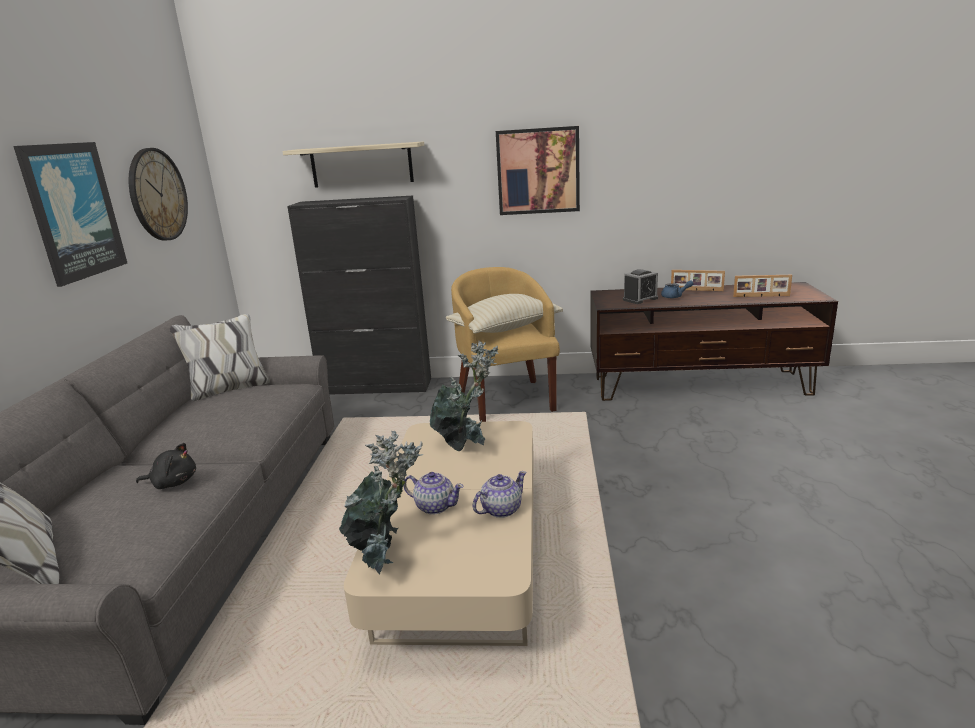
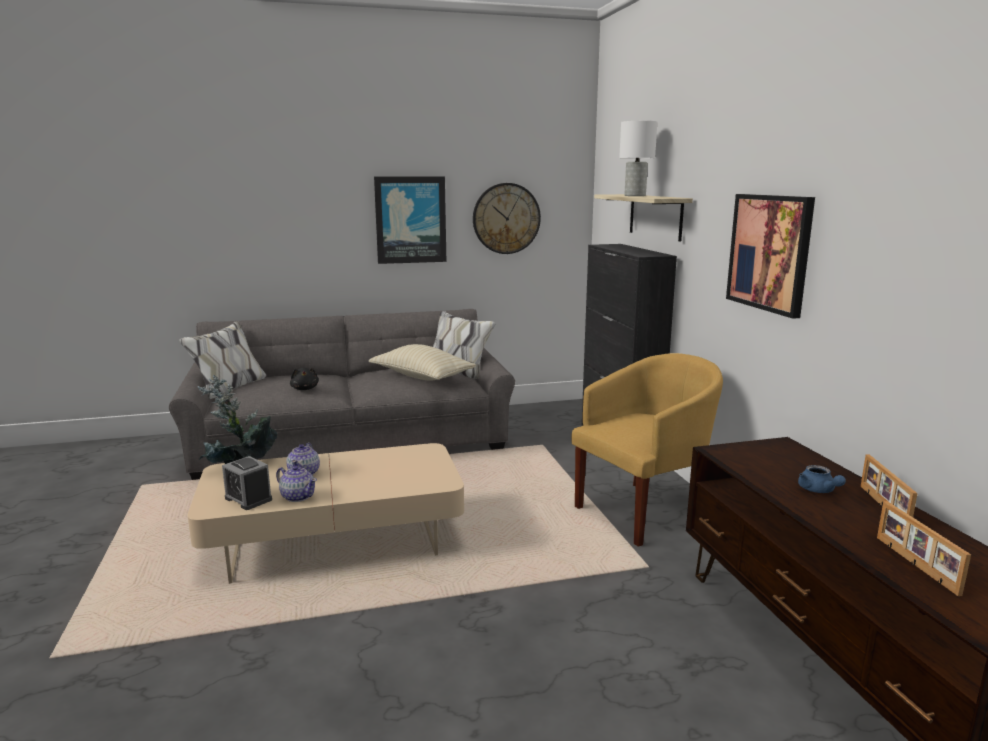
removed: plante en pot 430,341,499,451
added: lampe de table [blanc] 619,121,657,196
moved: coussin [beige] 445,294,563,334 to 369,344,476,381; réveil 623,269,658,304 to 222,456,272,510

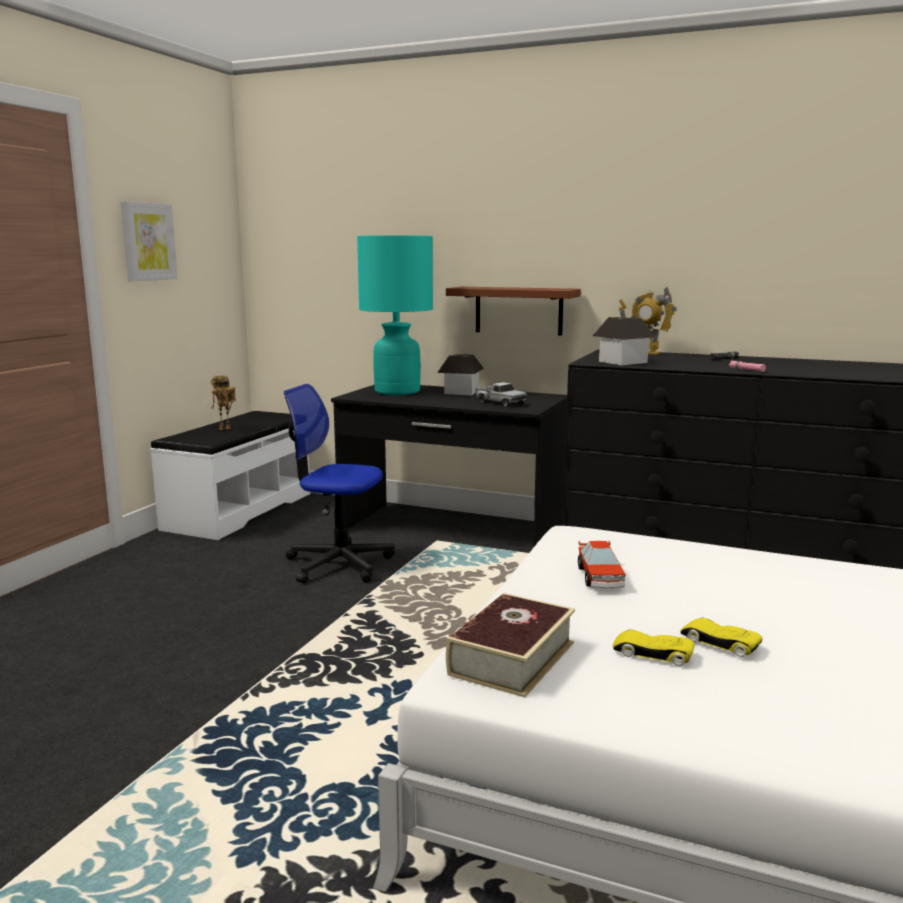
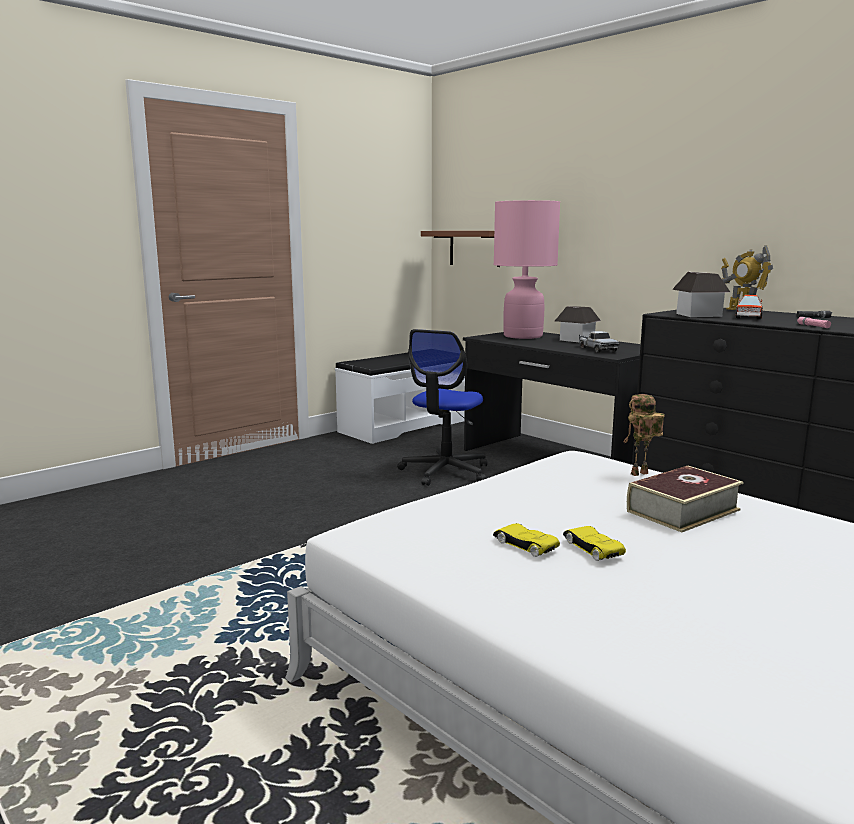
removed: tableau 121,201,178,281
moved: robot jouet 211,375,236,431 to 624,394,665,476; étagère [marron] 446,287,581,336 to 421,231,500,267; livre 446,593,575,697 to 627,466,743,532; petite voiture 578,540,626,589 to 735,295,763,319
recoloured: lampe de table [turquoise] 357,235,433,395 to lampe de table [rose] 494,200,560,339
turned: chaise de bureau 284,384,395,583 = 397,329,487,486 105 degrees counterclockwise

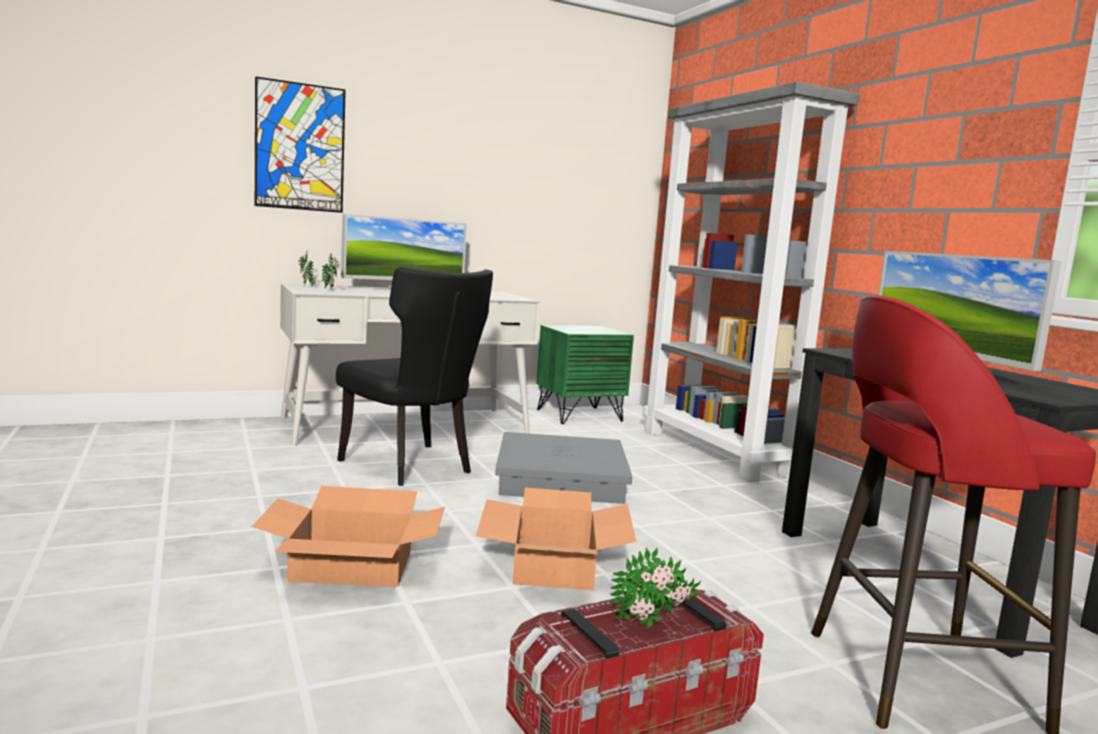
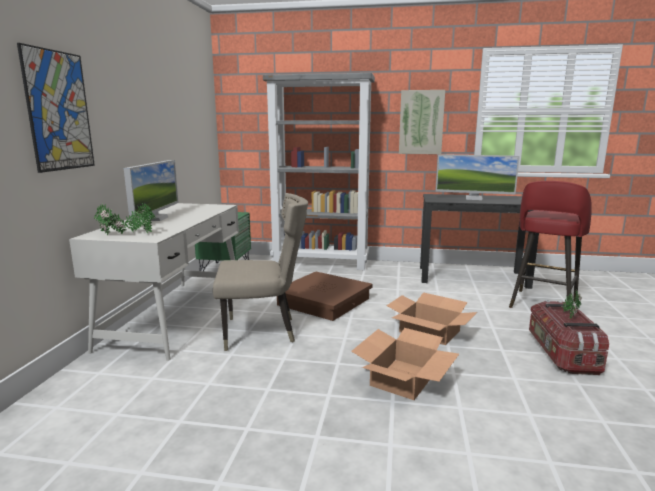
added: tableau 399,90,445,154
recoloured: chaise [noir] 336,267,493,486 to chaise [beige] 213,193,308,351; boîte de rangement [gris] 495,432,632,504 to boîte de rangement [marron] 277,272,372,321

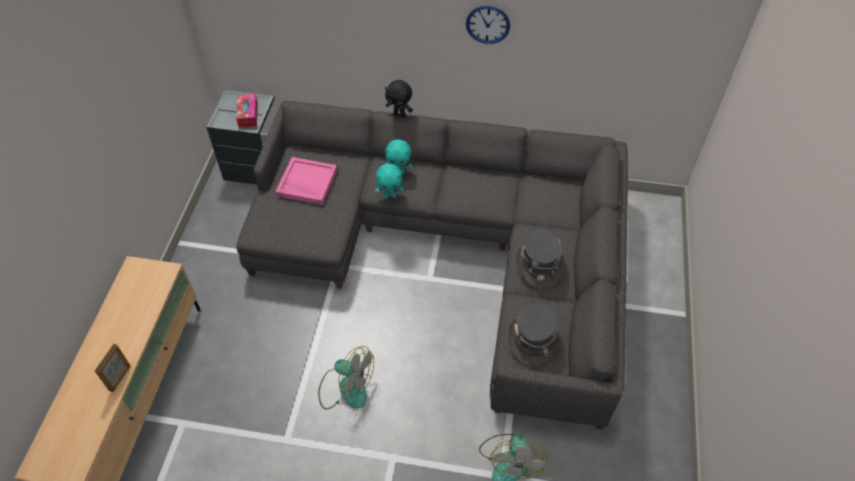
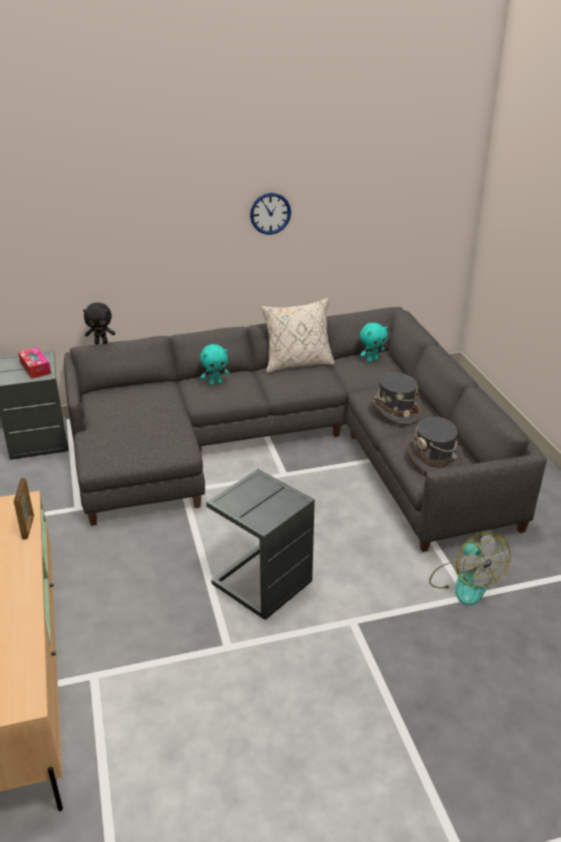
removed: plateau [rose] 275,157,337,205
added: coussin [beige] 261,298,335,373
moved: cadre photo 95,344,130,392 to 14,478,34,540; peluche [turquoise] 375,164,404,199 to 360,323,388,363; peluche [noir] 385,80,413,117 to 83,302,115,344
replaced: ventilateur 318,346,374,410 to table d'appoint [gris] 206,469,315,620

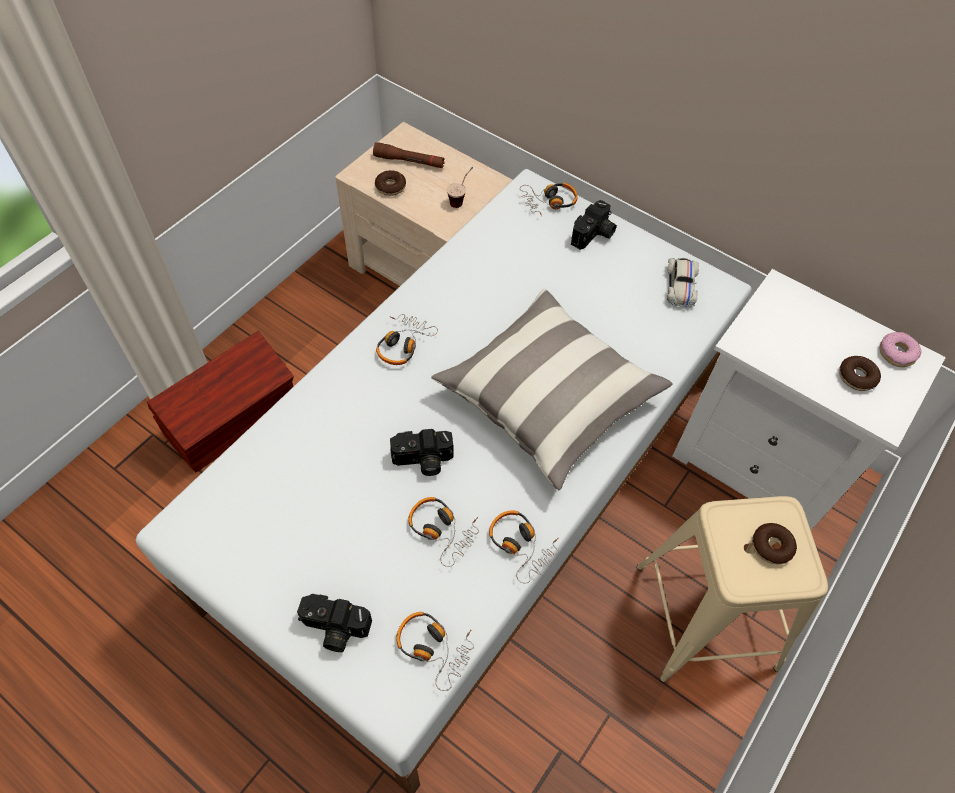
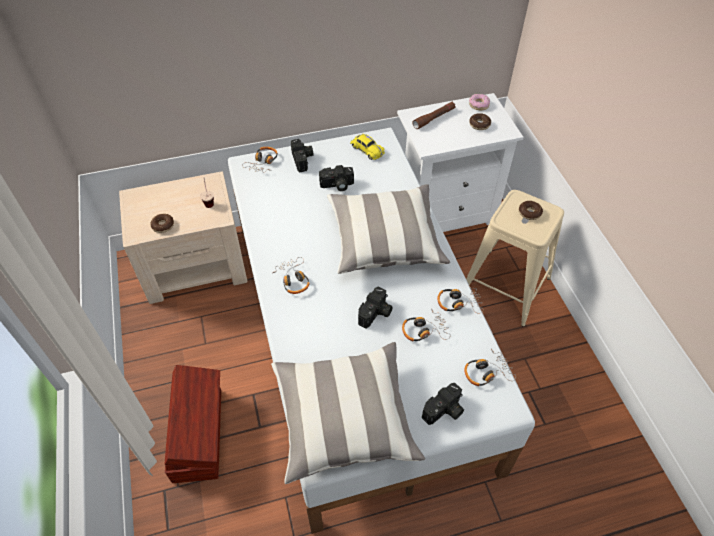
added: coussin 271,342,425,484; appareil photo 319,165,354,191
moved: lampe de poche [marron] 373,142,445,168 to 412,102,456,129
recoloured: petite voiture [blanc] 667,258,699,307 to petite voiture [jaune] 350,134,385,160

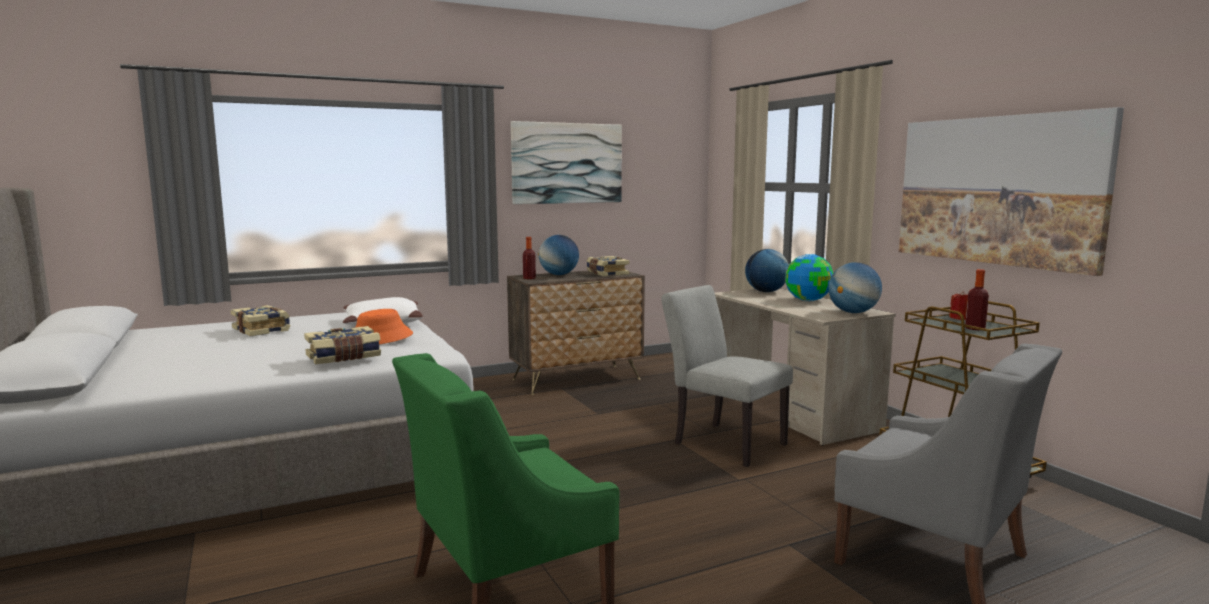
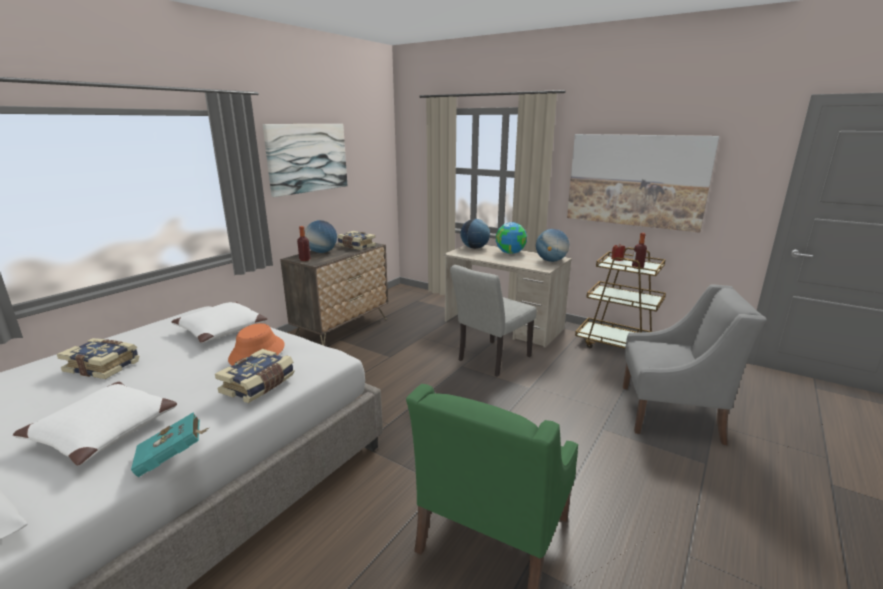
added: coussin [blanc] 13,382,177,466; livre [turquoise] 131,412,210,477
turned: chaise [gris] 661,285,793,467 = 450,265,536,377 60 degrees counterclockwise

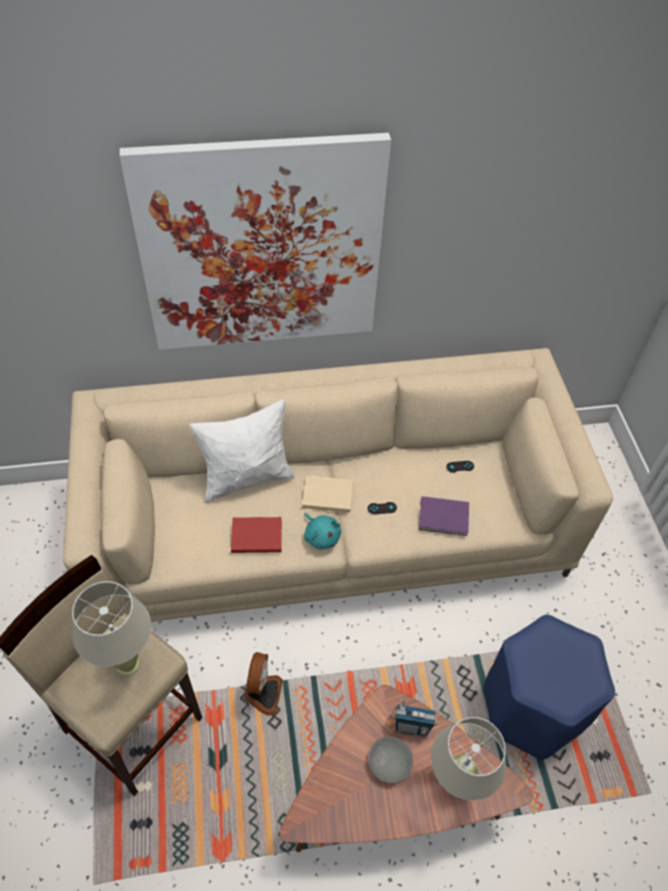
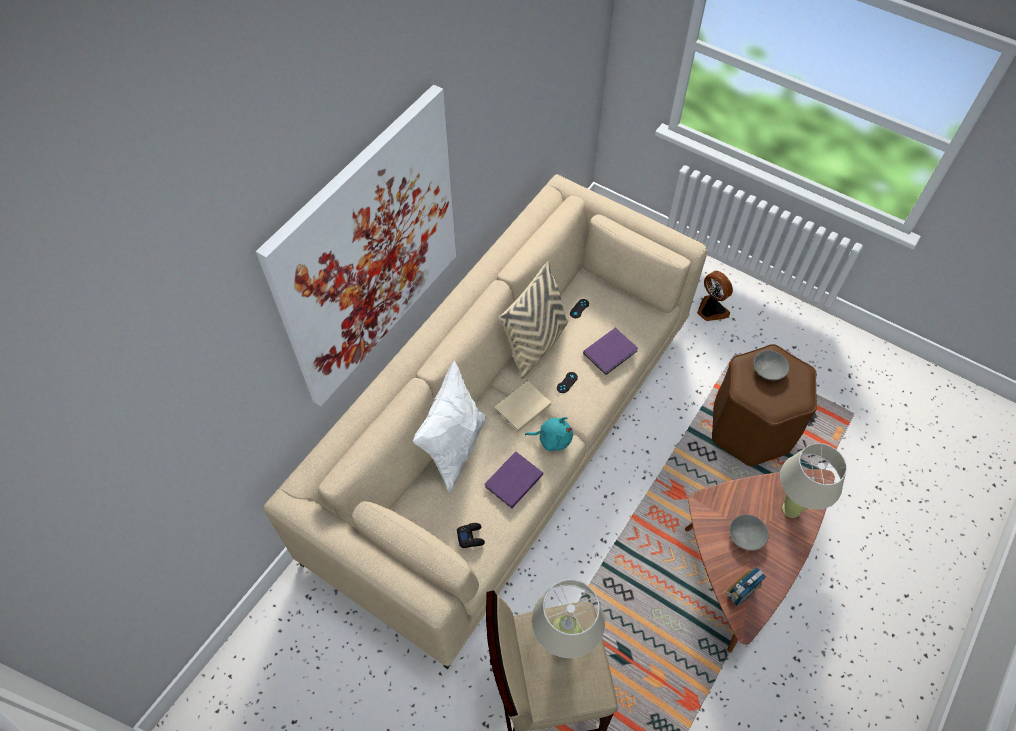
added: manette [noir] 456,523,485,548; coussin [beige] 498,261,568,379; bol [gris] 753,350,789,381
moved: ventilateur 244,652,283,715 to 697,271,733,321; radio 392,699,438,736 to 725,567,766,606
recoloured: livre [rouge] 231,517,282,553 to livre [violet] 484,451,543,508; tabouret [bleu] 484,614,615,760 to tabouret [marron] 712,344,817,466

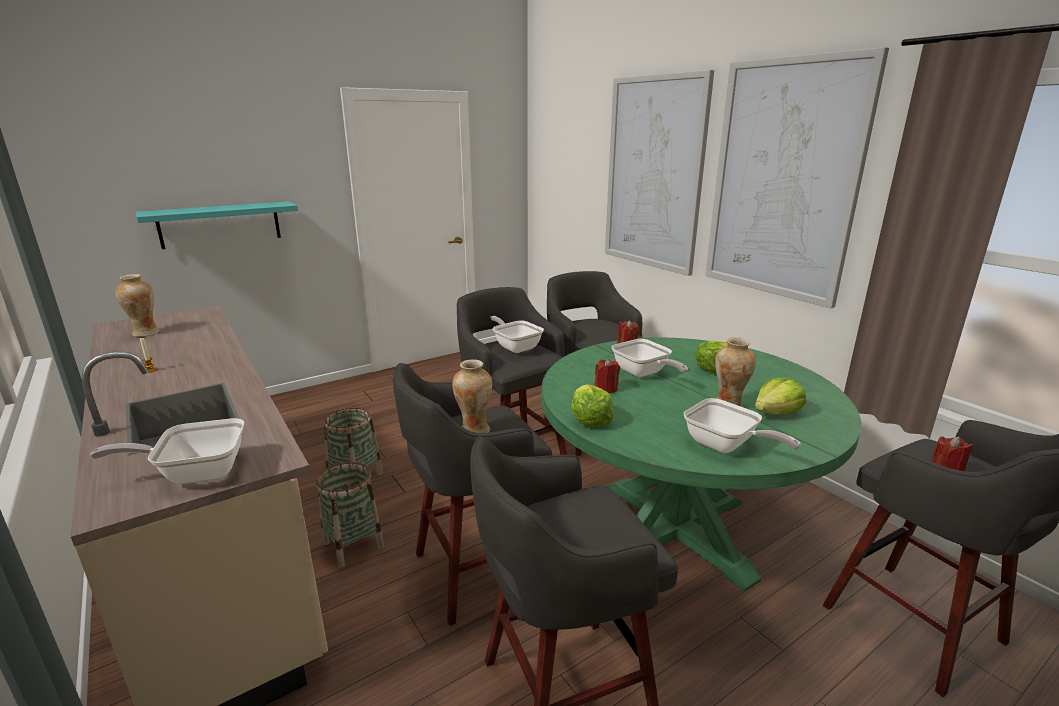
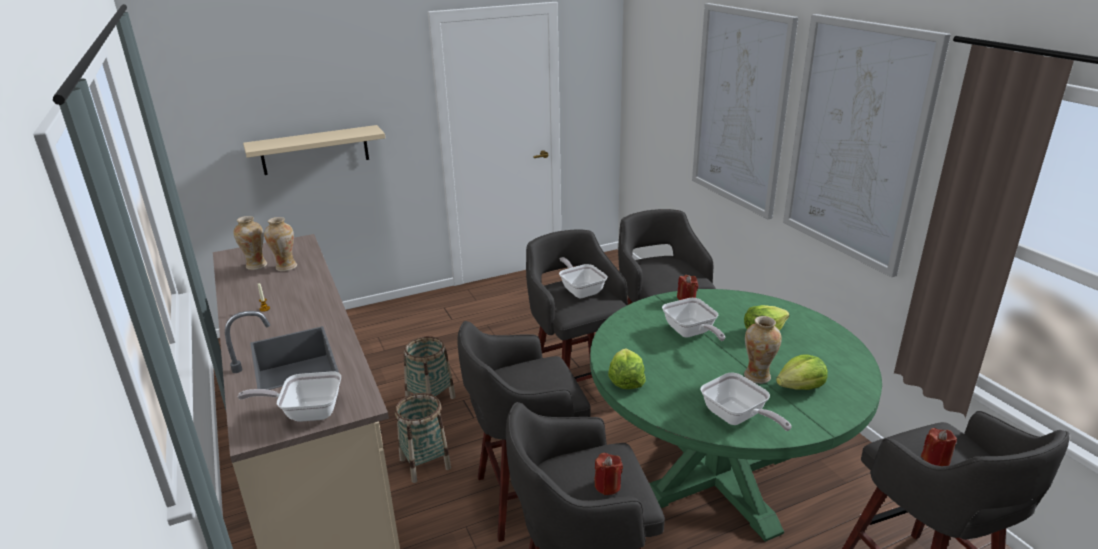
moved: vase 452,359,492,433 to 264,217,297,271; bougie [rouge] 594,358,620,393 to 594,453,623,495
recoloured: étagère [turquoise] 135,201,298,249 to étagère [beige] 243,125,385,175

